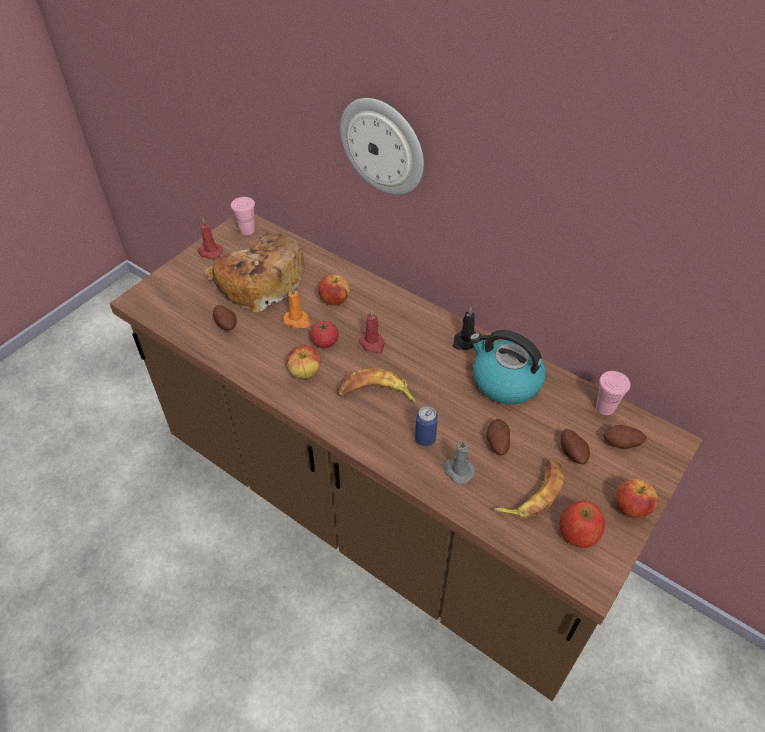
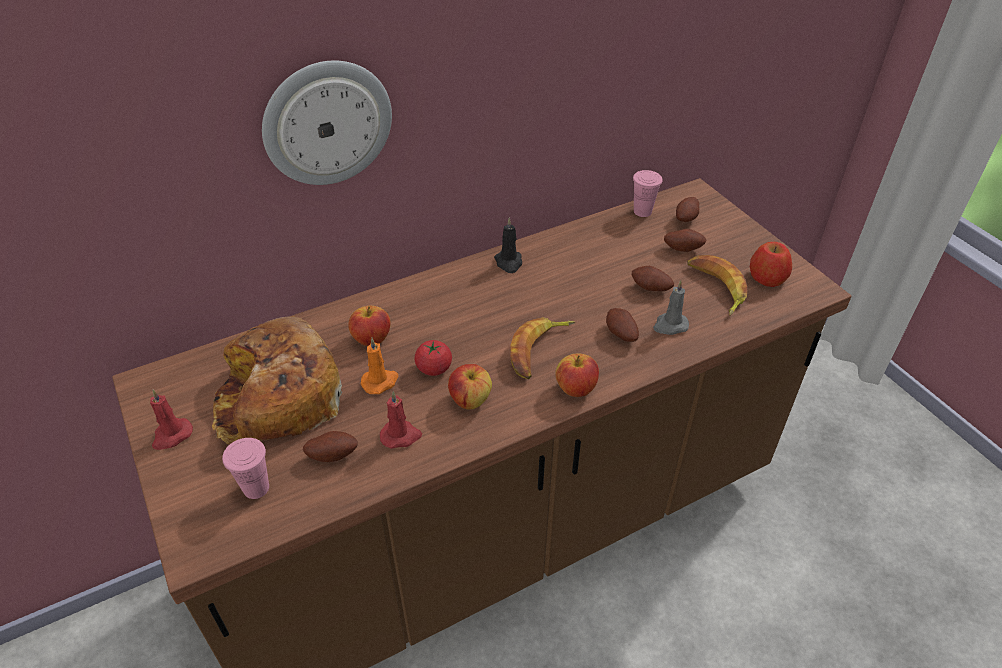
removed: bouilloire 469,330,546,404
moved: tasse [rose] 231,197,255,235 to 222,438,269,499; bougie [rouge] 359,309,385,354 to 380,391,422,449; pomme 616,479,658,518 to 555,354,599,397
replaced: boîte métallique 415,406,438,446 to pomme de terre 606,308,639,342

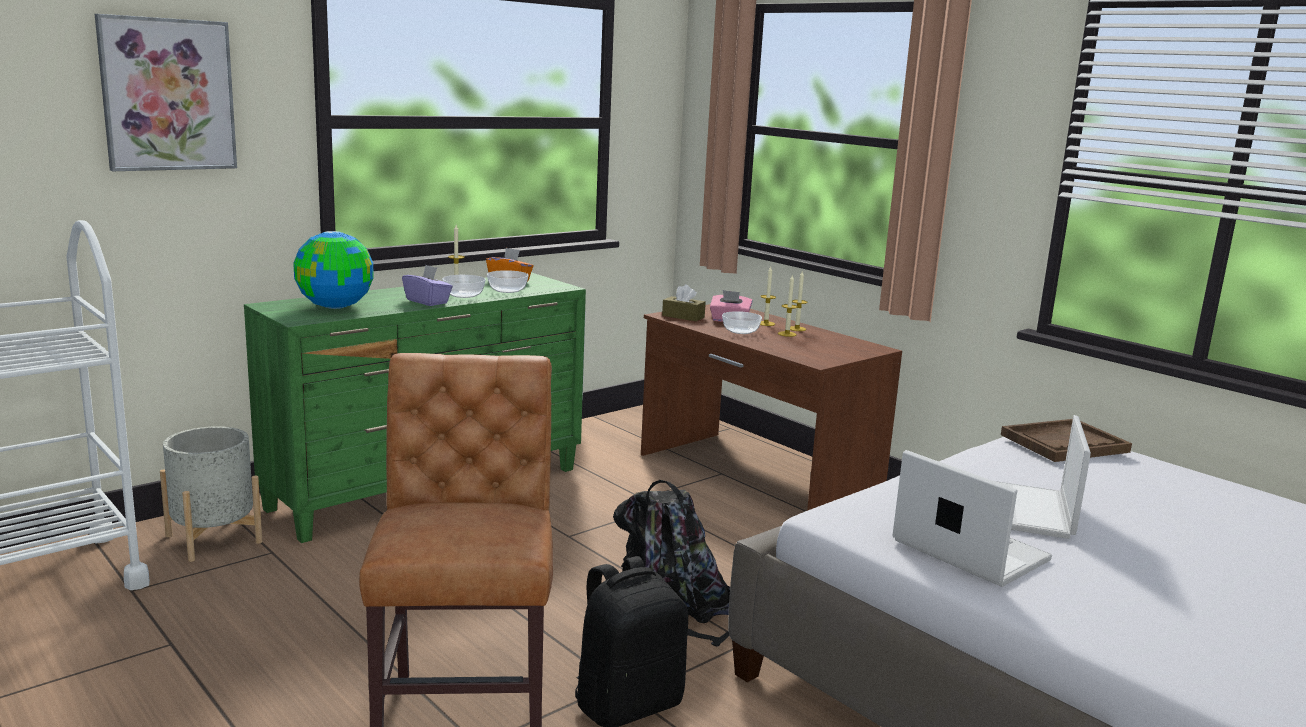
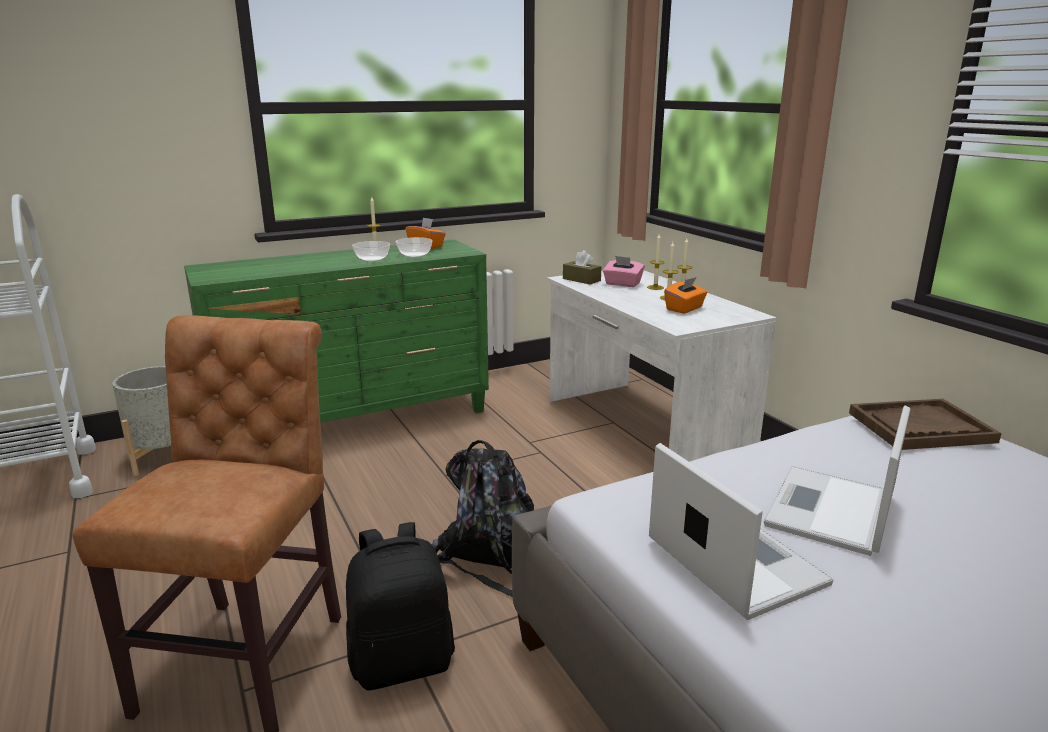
removed: tableau 95,14,237,171; globe 293,231,374,309; boîte à mouchoirs [violet] 402,265,453,306; bol 722,311,762,334
added: boîte à mouchoirs [orange] 664,277,708,314
recoloured: bureau [marron] 641,304,902,511 to bureau [blanc] 547,270,776,462

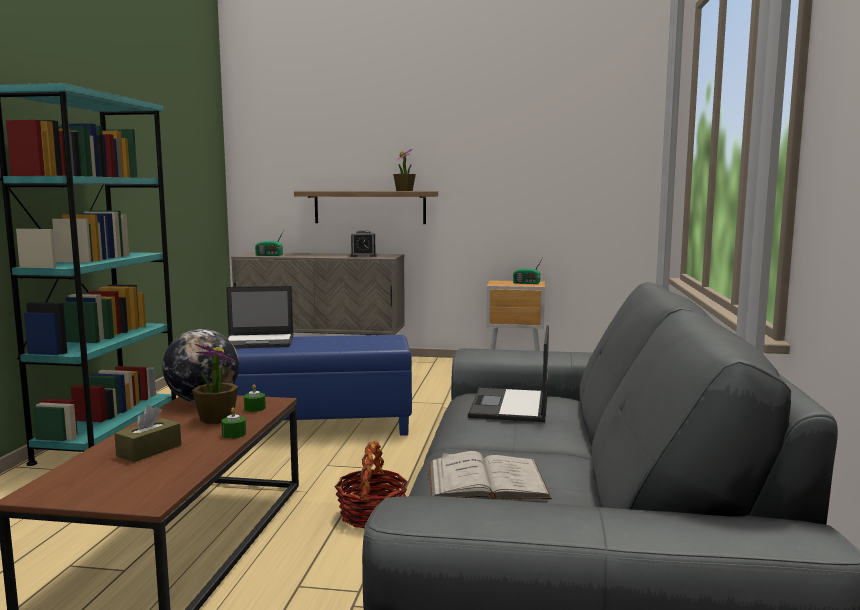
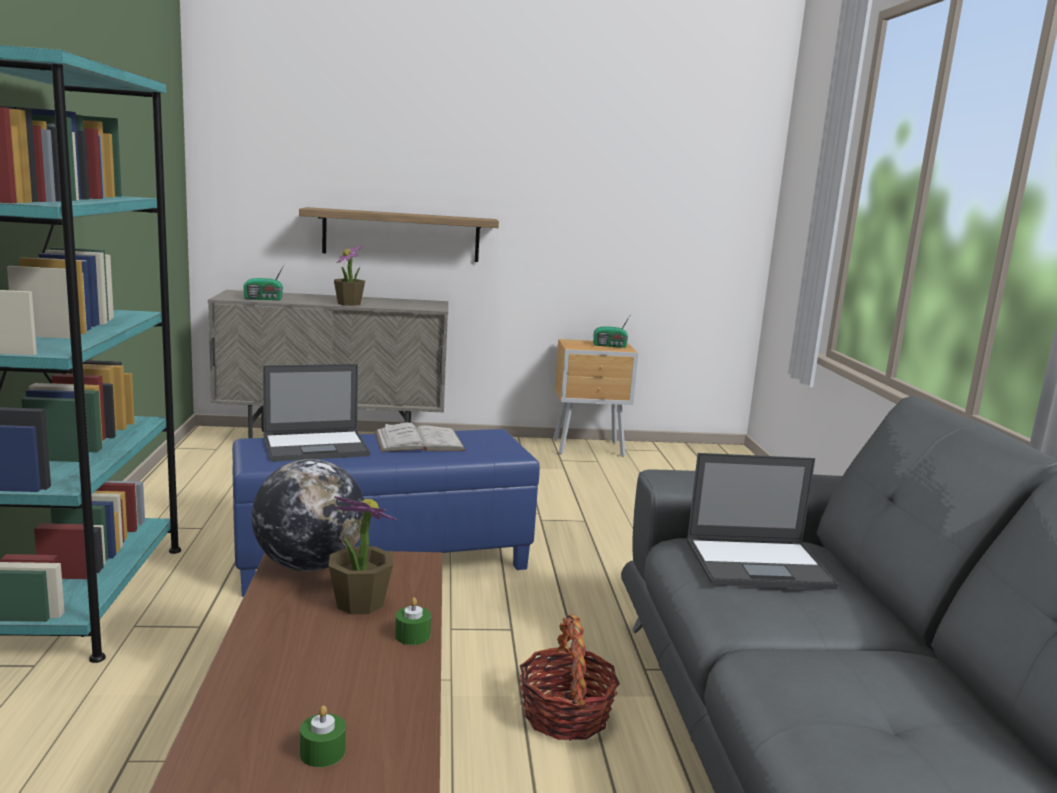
removed: boîte à mouchoirs [marron] 115,406,181,462; réveil 350,230,377,257
moved: bougie [vert] 244,385,266,412 to 300,706,346,767; plante en pot 393,149,416,191 to 334,245,365,306; livre [blanc] 429,451,552,499 to 374,422,466,452
turned: ordinateur portable 468,325,549,422 = 686,453,838,589 90 degrees counterclockwise

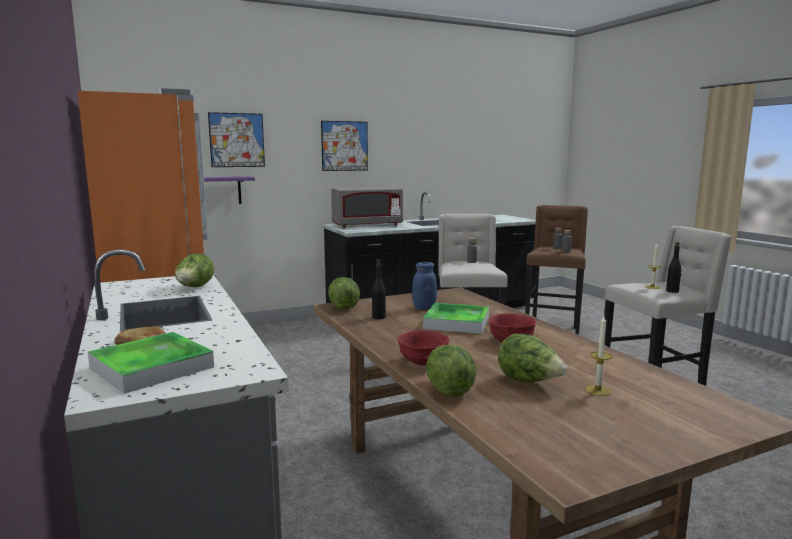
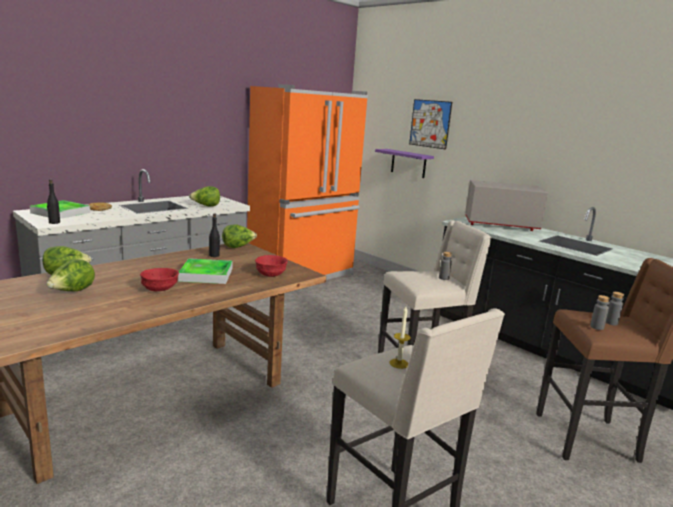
removed: tableau 321,121,368,171; bocal [bleu] 412,262,437,310; bougie 585,316,612,396
moved: bol [rouge] 397,330,449,366 to 255,255,288,277; bouteille [noir] 666,242,681,293 to 47,179,60,224
turned: micro-ondes [gris] 331,187,403,228 = 465,180,548,231 135 degrees clockwise

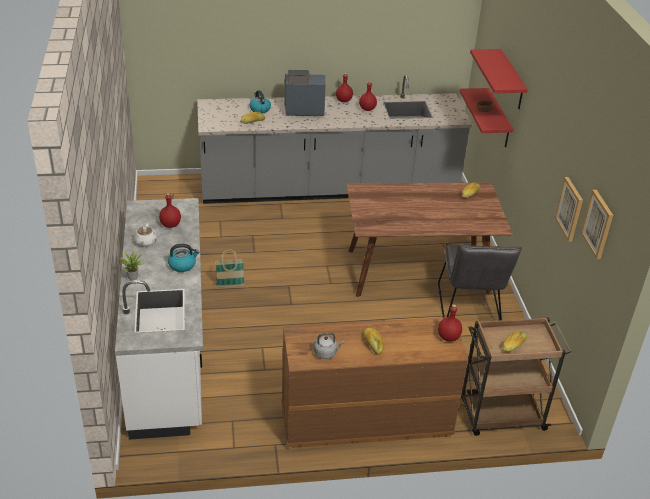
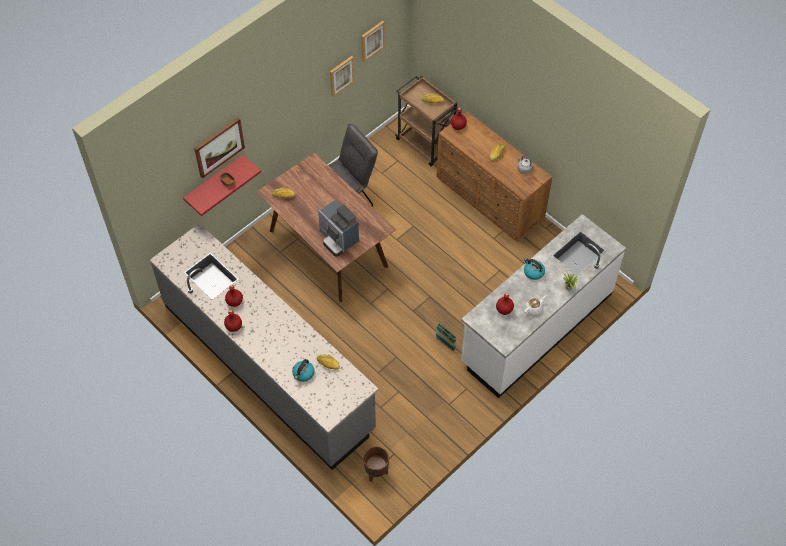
added: cache-pot [marron] 363,446,389,482
moved: machine à café 284,70,326,116 to 318,200,359,257
replaced: étagère [rouge] 470,49,528,109 to tableau 194,118,245,179

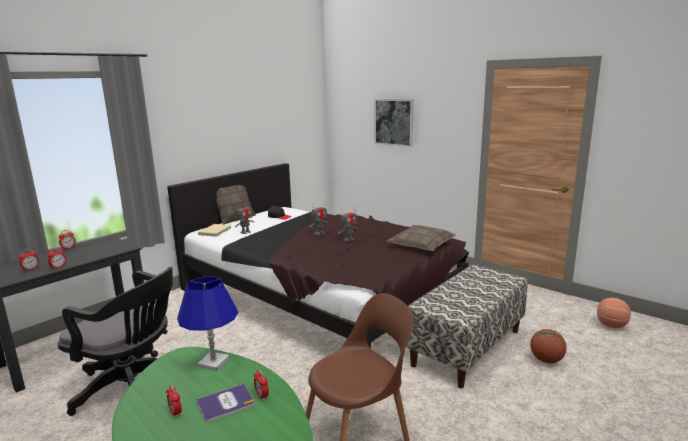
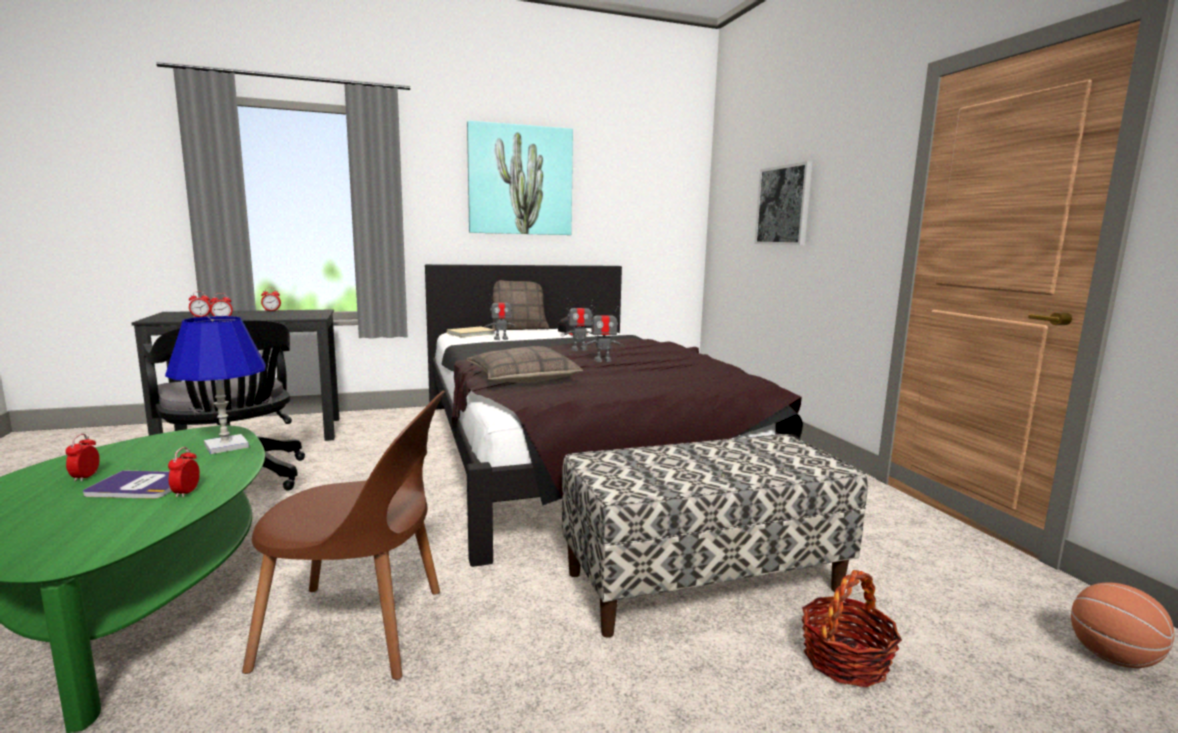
added: tableau 467,120,573,235
moved: coussin 387,225,456,251 to 466,346,583,383
replaced: ballon de basket 530,329,566,363 to panier 802,570,902,687

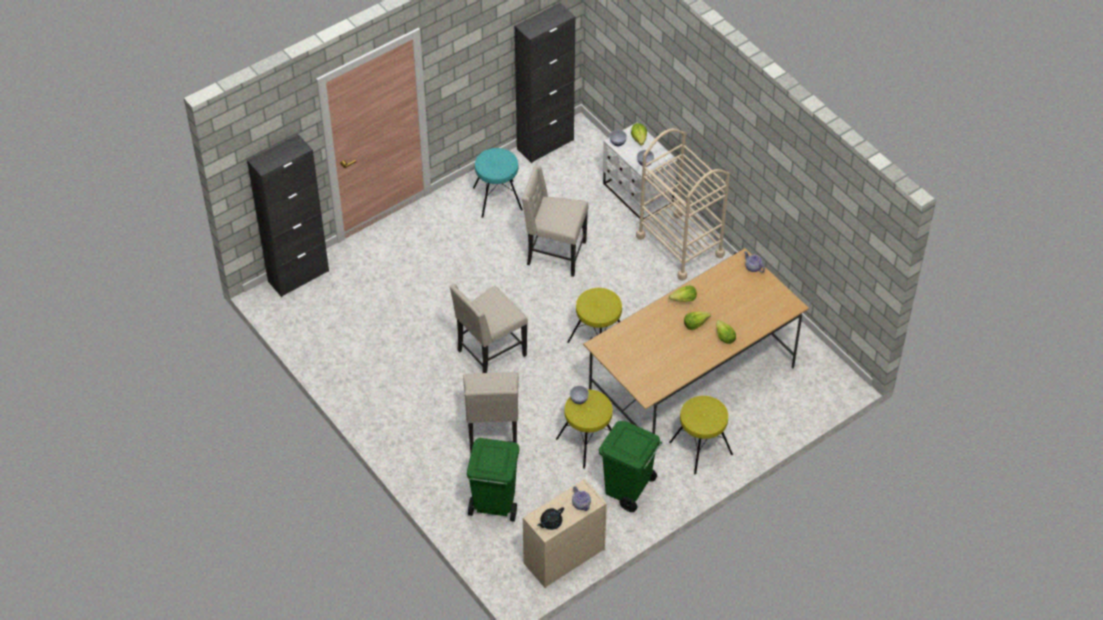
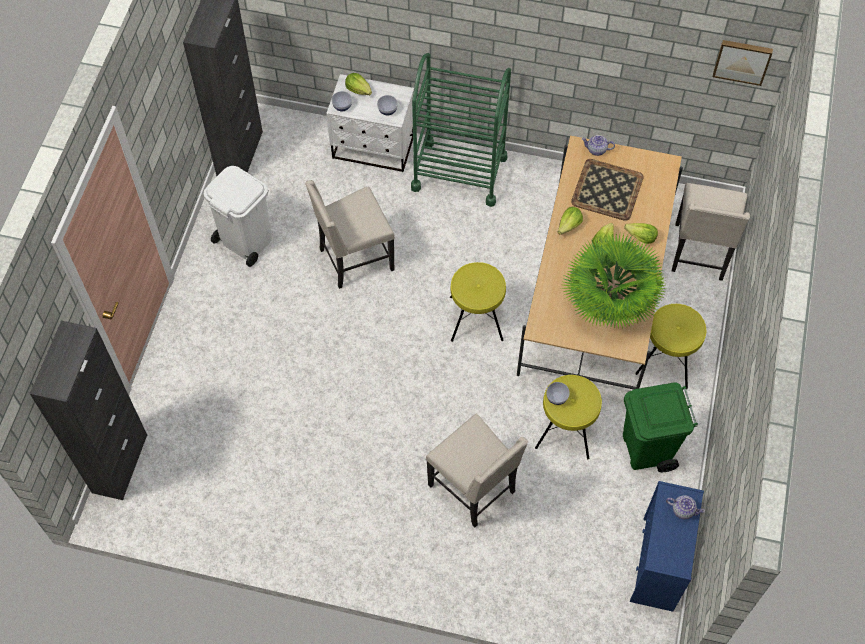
removed: poubelle [vert] 467,438,519,522; théière [noir] 537,507,564,530
added: plante en pot 562,234,666,329; plateau 571,159,644,221; tableau 713,40,773,86
moved: chaise [beige] 450,284,528,373 to 672,183,750,281
replaced: tabouret [turquoise] 473,148,523,218 to poubelle [blanc] 204,166,272,267
recoloured: commode [beige] 523,479,607,588 to commode [bleu] 630,481,704,612; chariot [beige] 636,128,730,281 to chariot [vert] 411,53,511,207

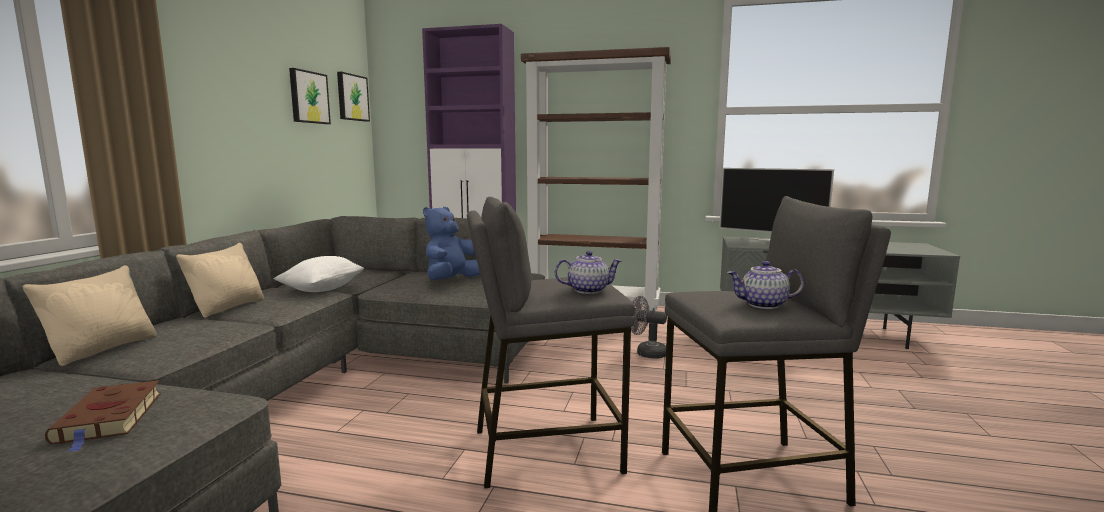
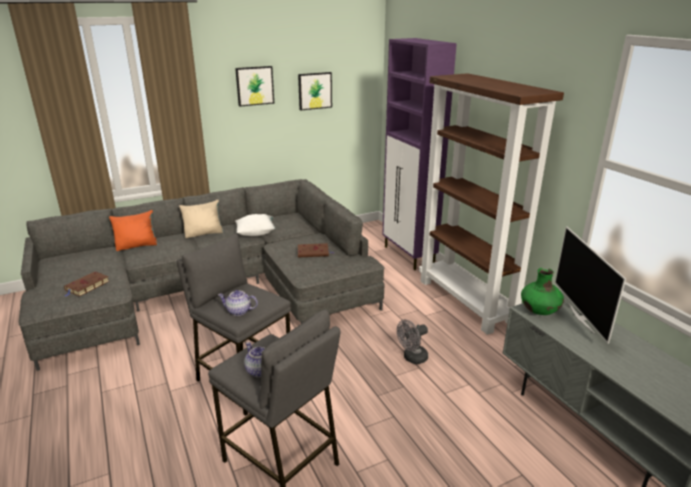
added: vase [vert] 521,268,564,315
moved: tableau 337,72,370,122 to 235,66,274,107
replaced: peluche [bleu] 423,207,480,280 to livre [marron] 297,243,334,258
recoloured: coussin [beige] 23,265,157,366 to coussin [orange] 109,210,158,251
turned: théière 555,251,622,294 = 218,290,258,316 150 degrees clockwise; ventilateur [gris] 631,296,667,359 = 397,319,428,364 105 degrees counterclockwise

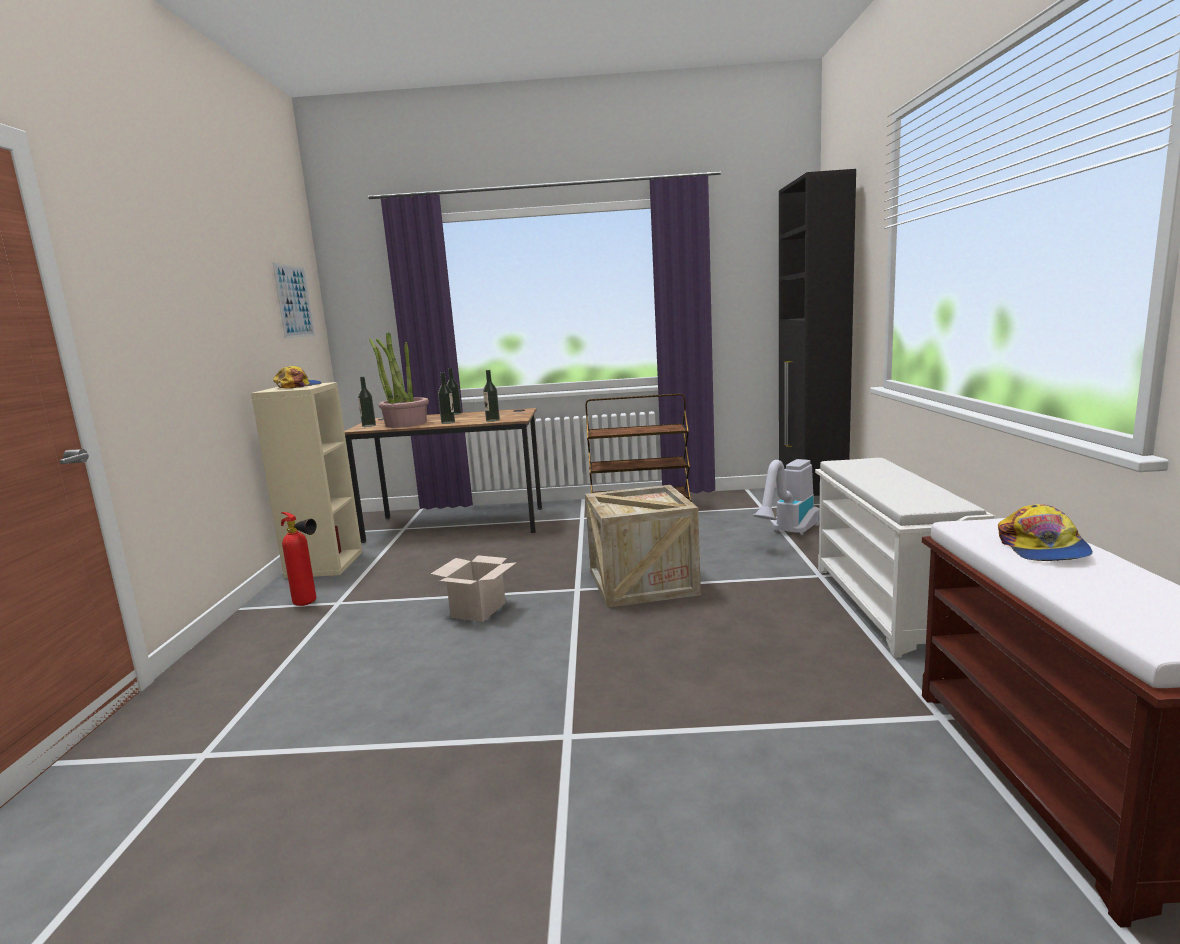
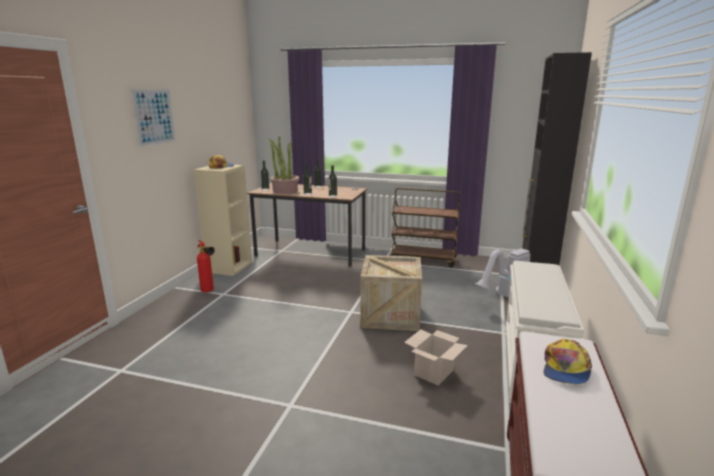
moved: tableau 272,262,315,338 to 131,89,176,147; carton 431,555,517,622 to 404,329,468,385

